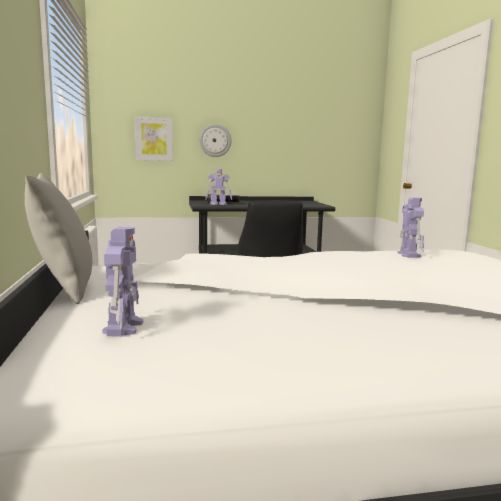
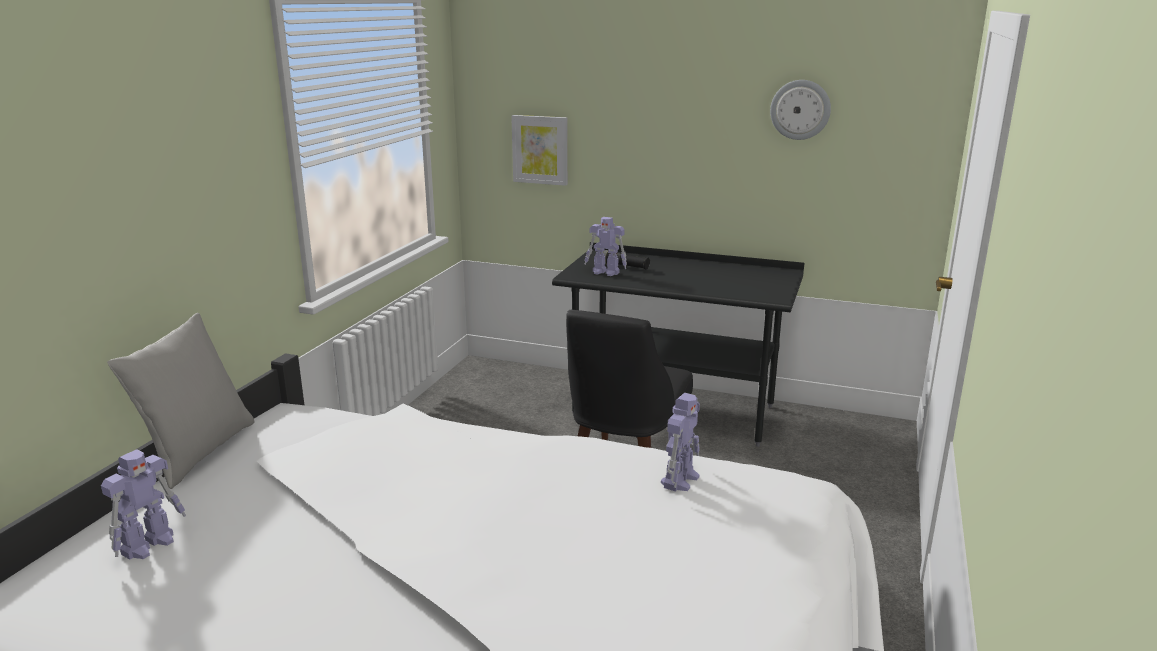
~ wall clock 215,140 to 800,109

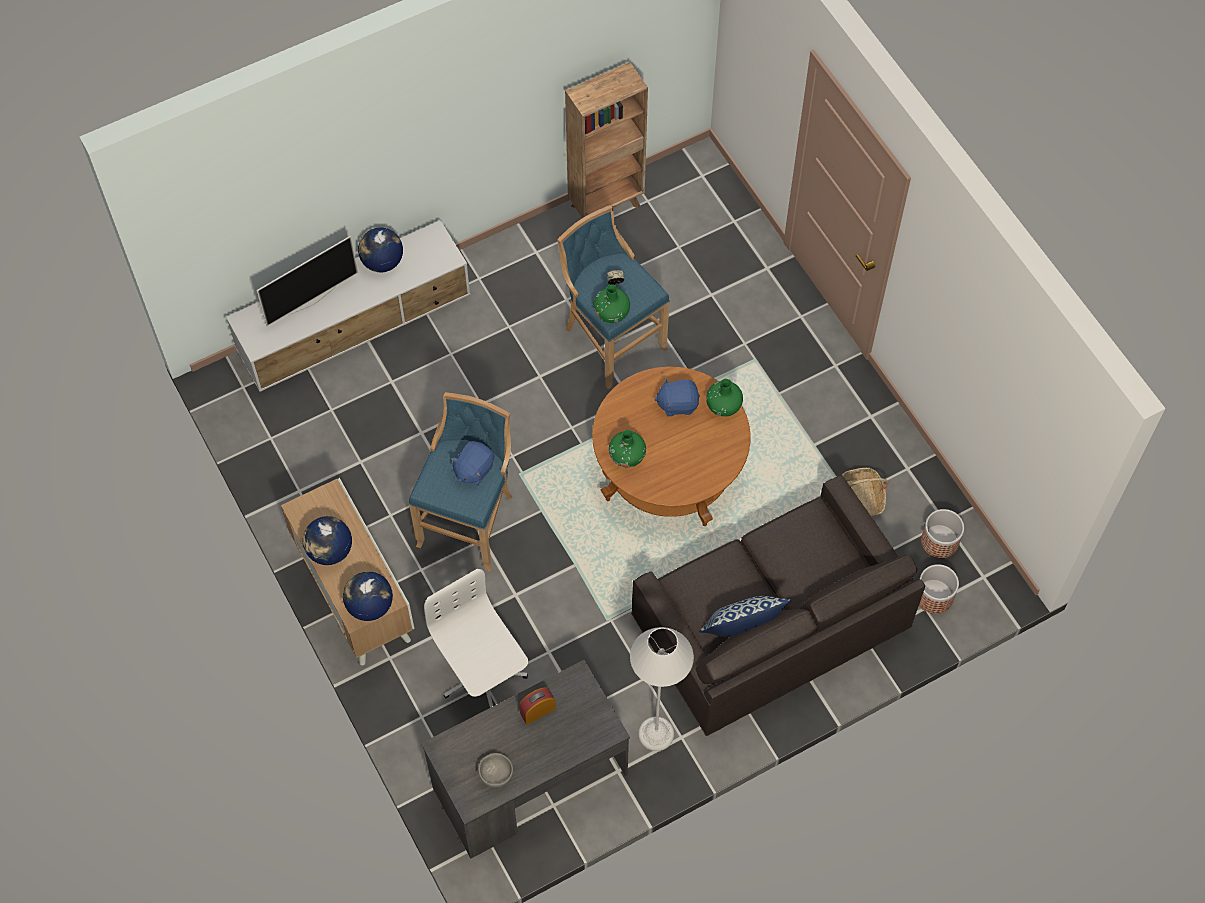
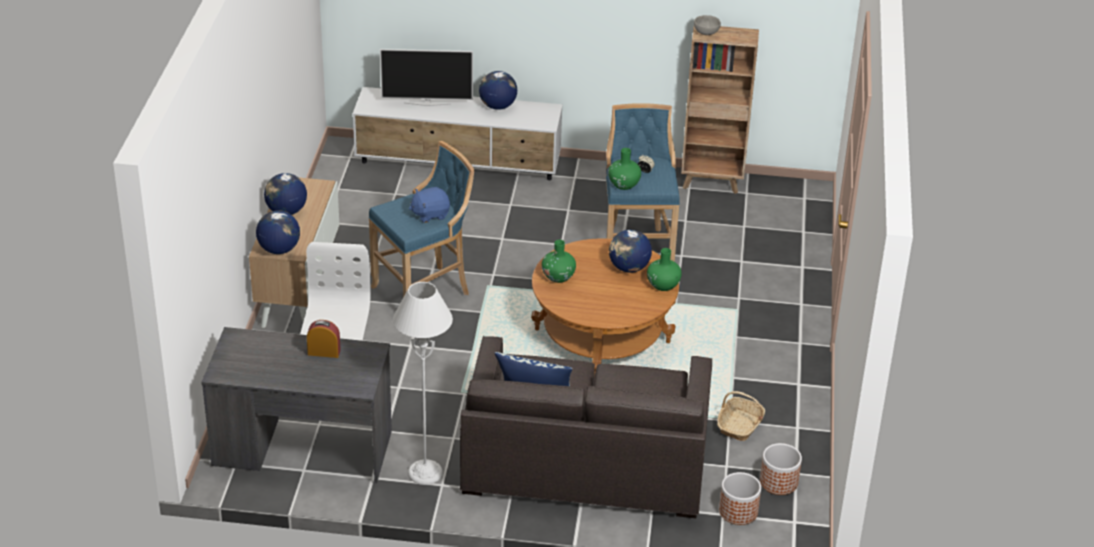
~ blue cuddly toy 677,404 to globe 629,268
~ greyish deep dish 495,775 to 705,32

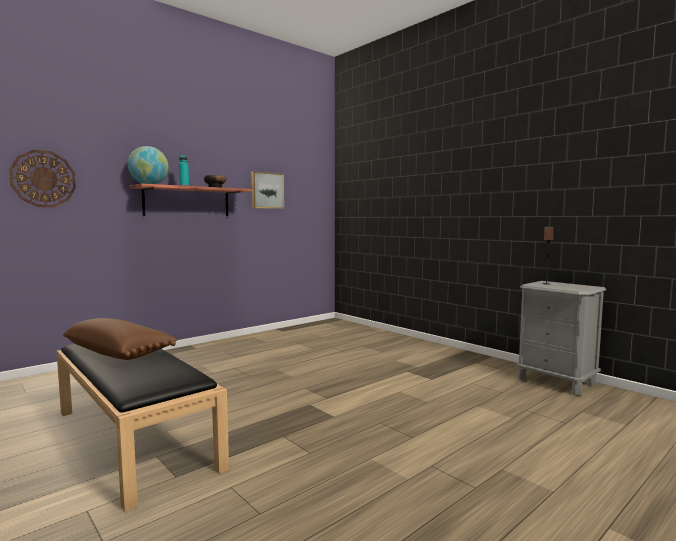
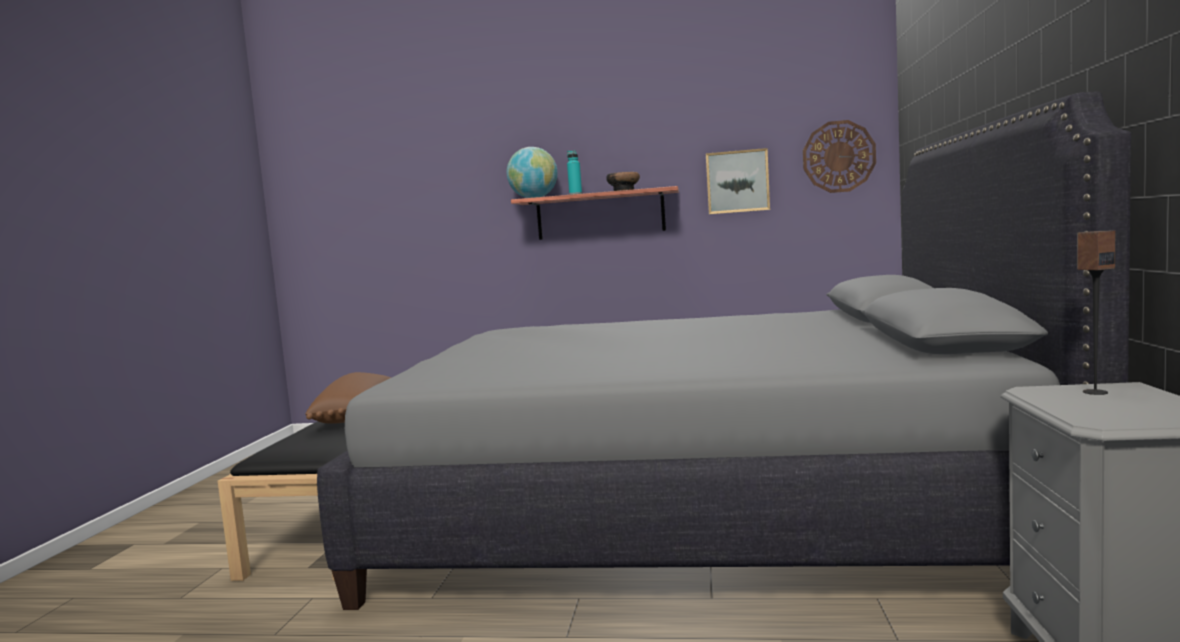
~ wall clock 43,179 to 838,156
+ greyish bedroom bed 697,510

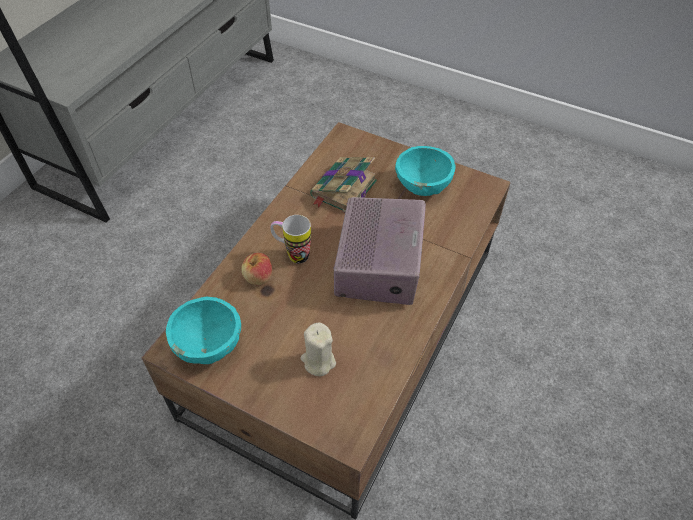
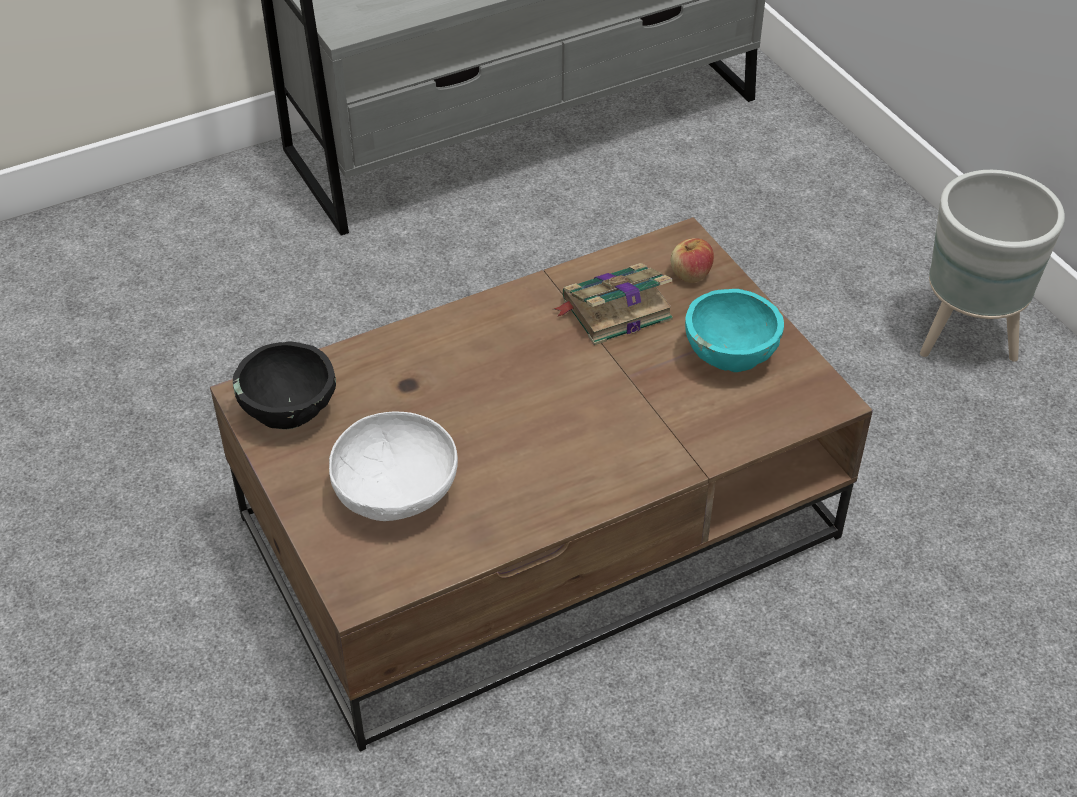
- radio set 379,263
- tea mug 292,254
~ whole apple 258,277 to 690,274
~ turquoise deep dish 208,345 to blackish deep dish 290,411
~ sand-coloured wax candle 318,361 to white deep dish 397,494
+ greyish planter 965,340

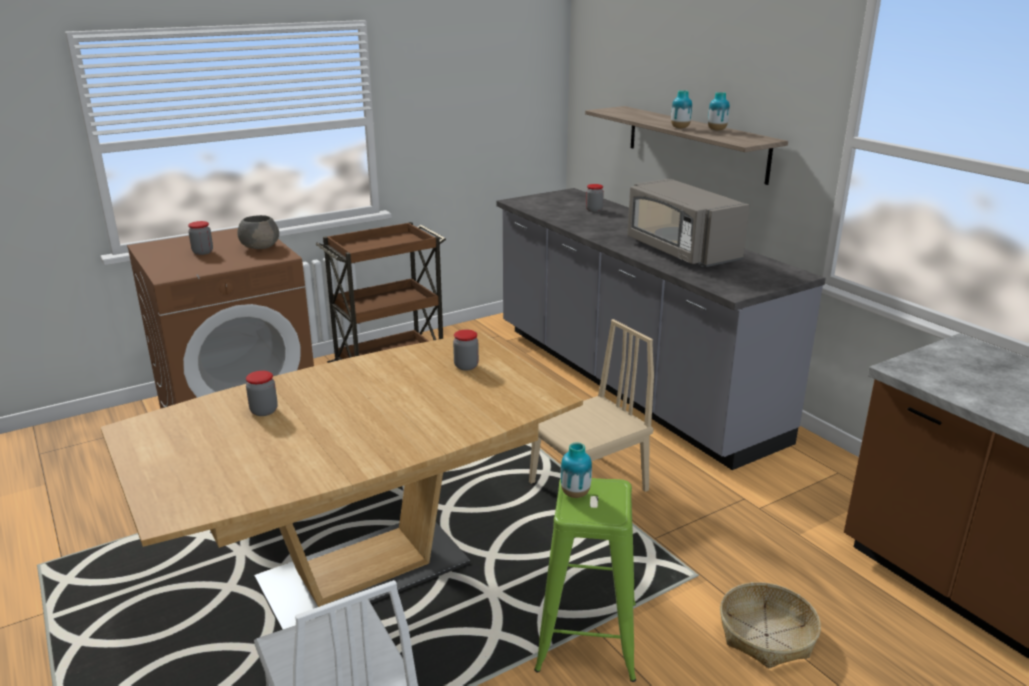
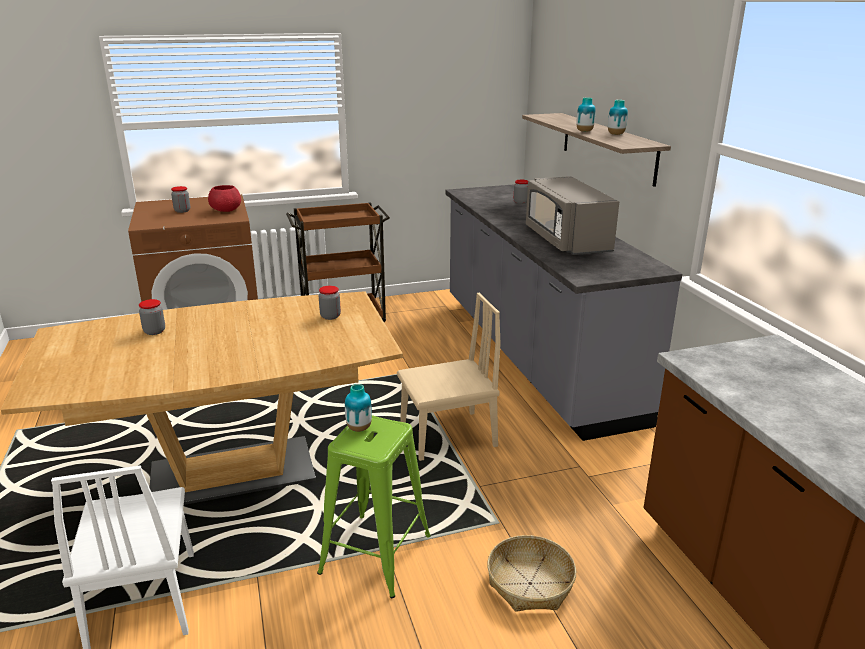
~ greyish deep dish 260,247 to red-coloured deep dish 226,210

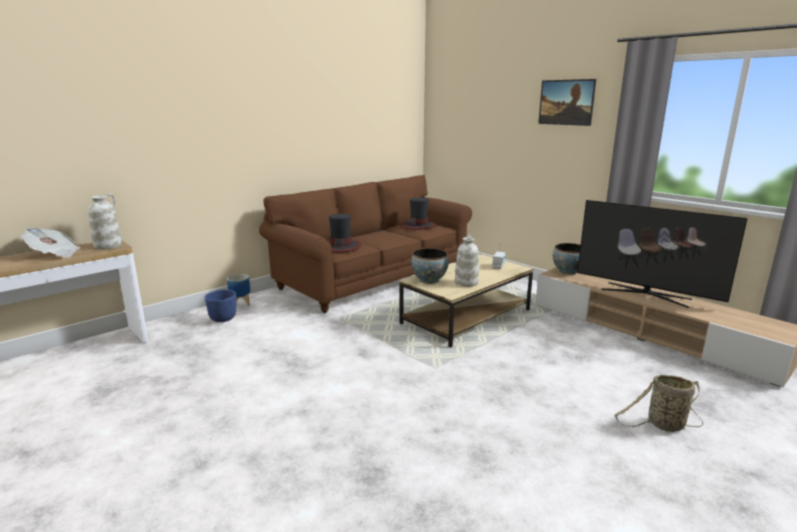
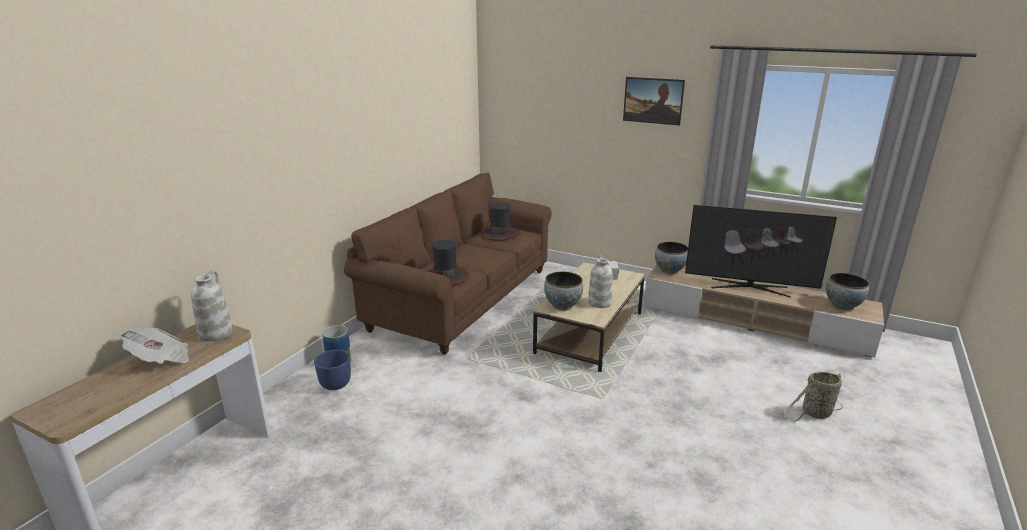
+ deep dish 842,306

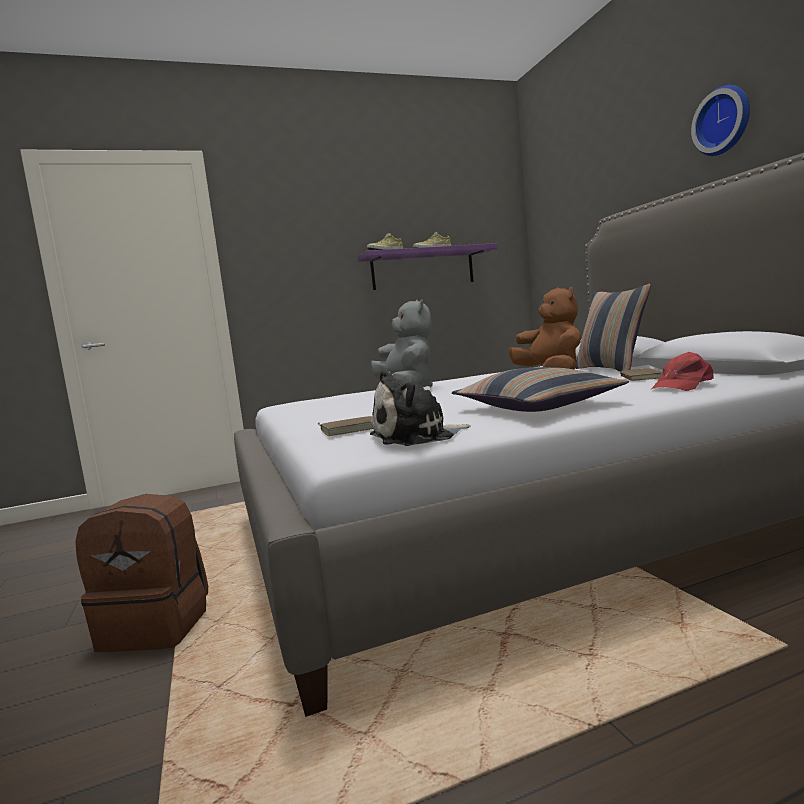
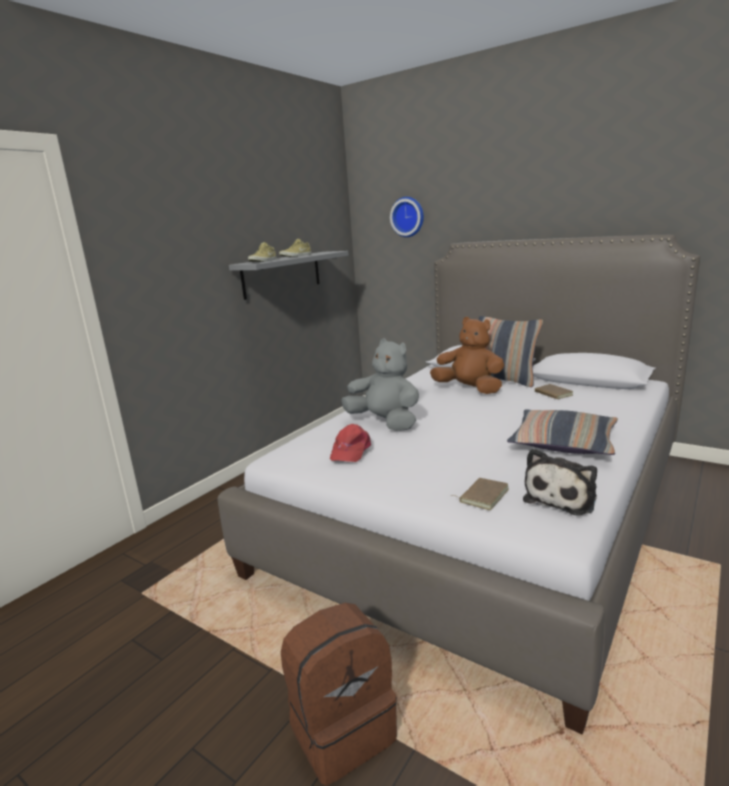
~ wall clock 724,121 to 408,217
~ purple bracket shelf 423,269 to greyish bracket shelf 282,274
~ red-coloured cap 682,386 to 350,451

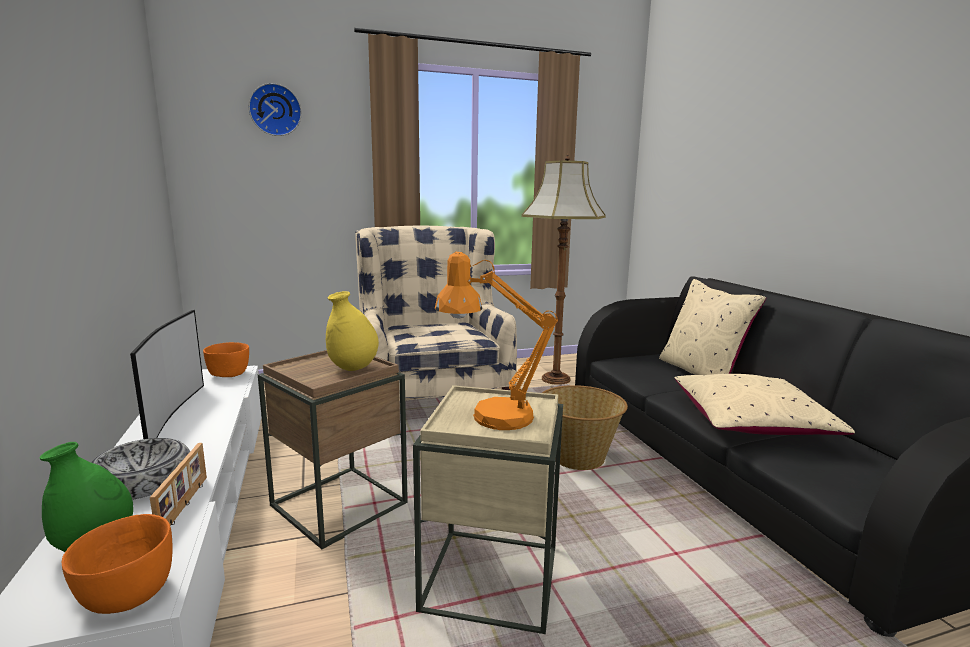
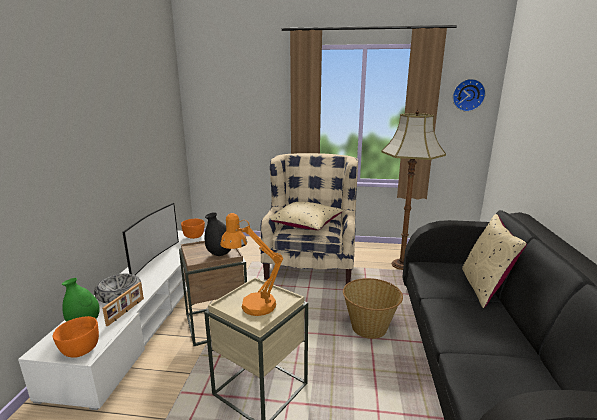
~ wall clock 275,110 to 468,95
~ yellow-coloured vase 353,368 to blackish vase 220,254
~ sand-coloured cushion 750,423 to 306,224

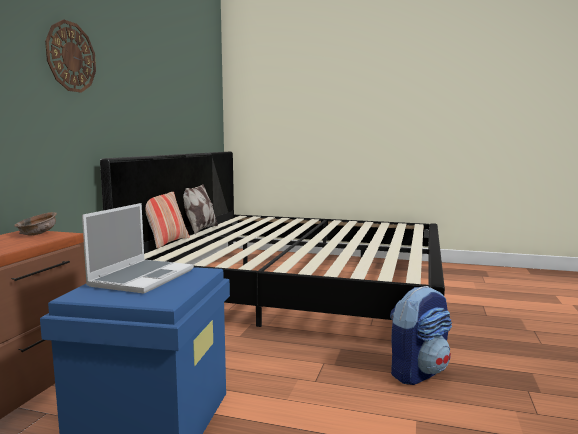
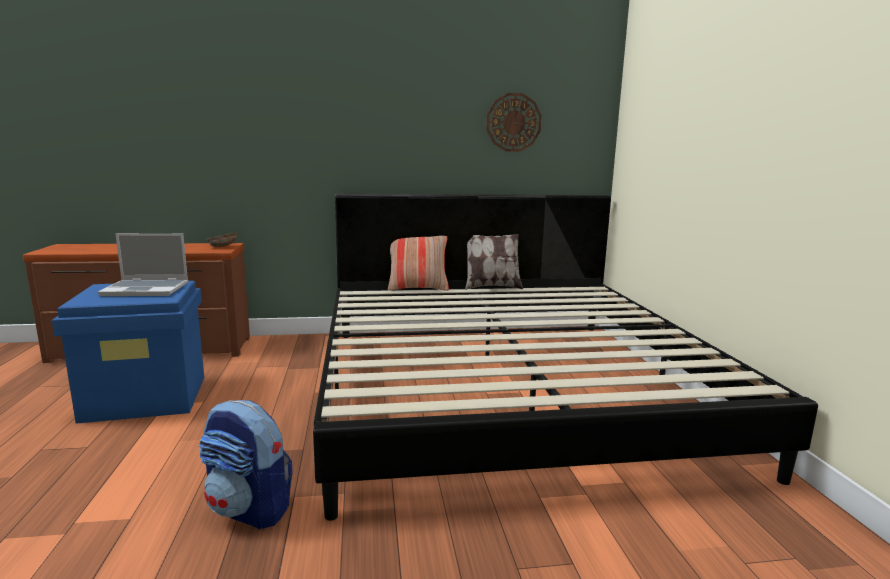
~ wall clock 71,57 to 513,122

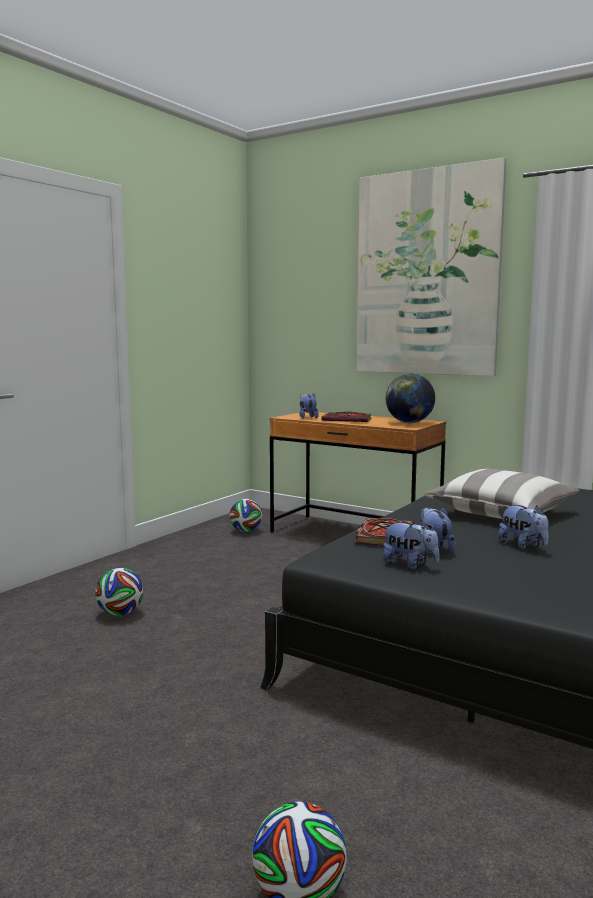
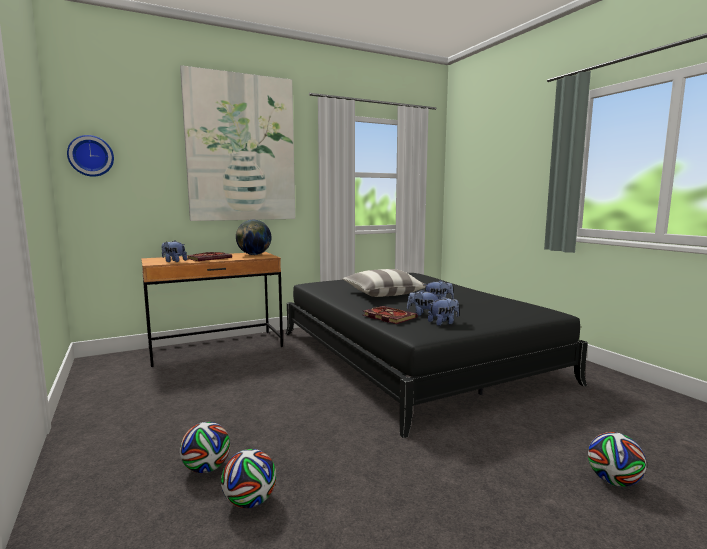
~ football ball 246,531 to 250,501
+ wall clock 91,156

